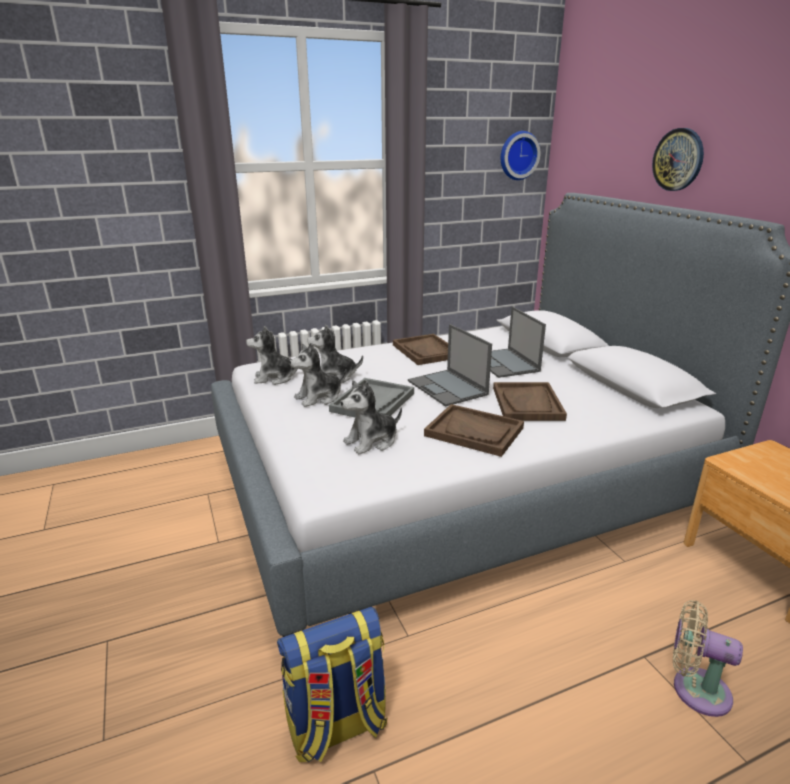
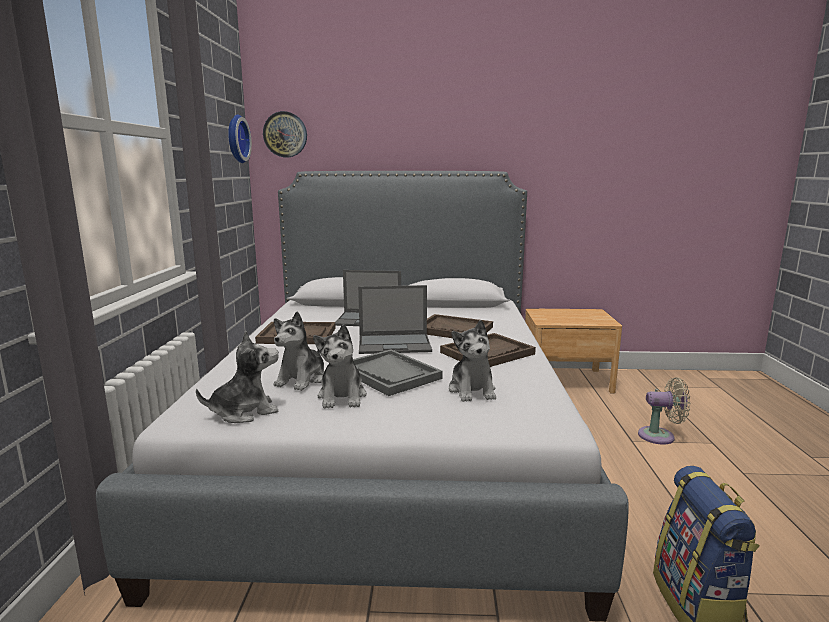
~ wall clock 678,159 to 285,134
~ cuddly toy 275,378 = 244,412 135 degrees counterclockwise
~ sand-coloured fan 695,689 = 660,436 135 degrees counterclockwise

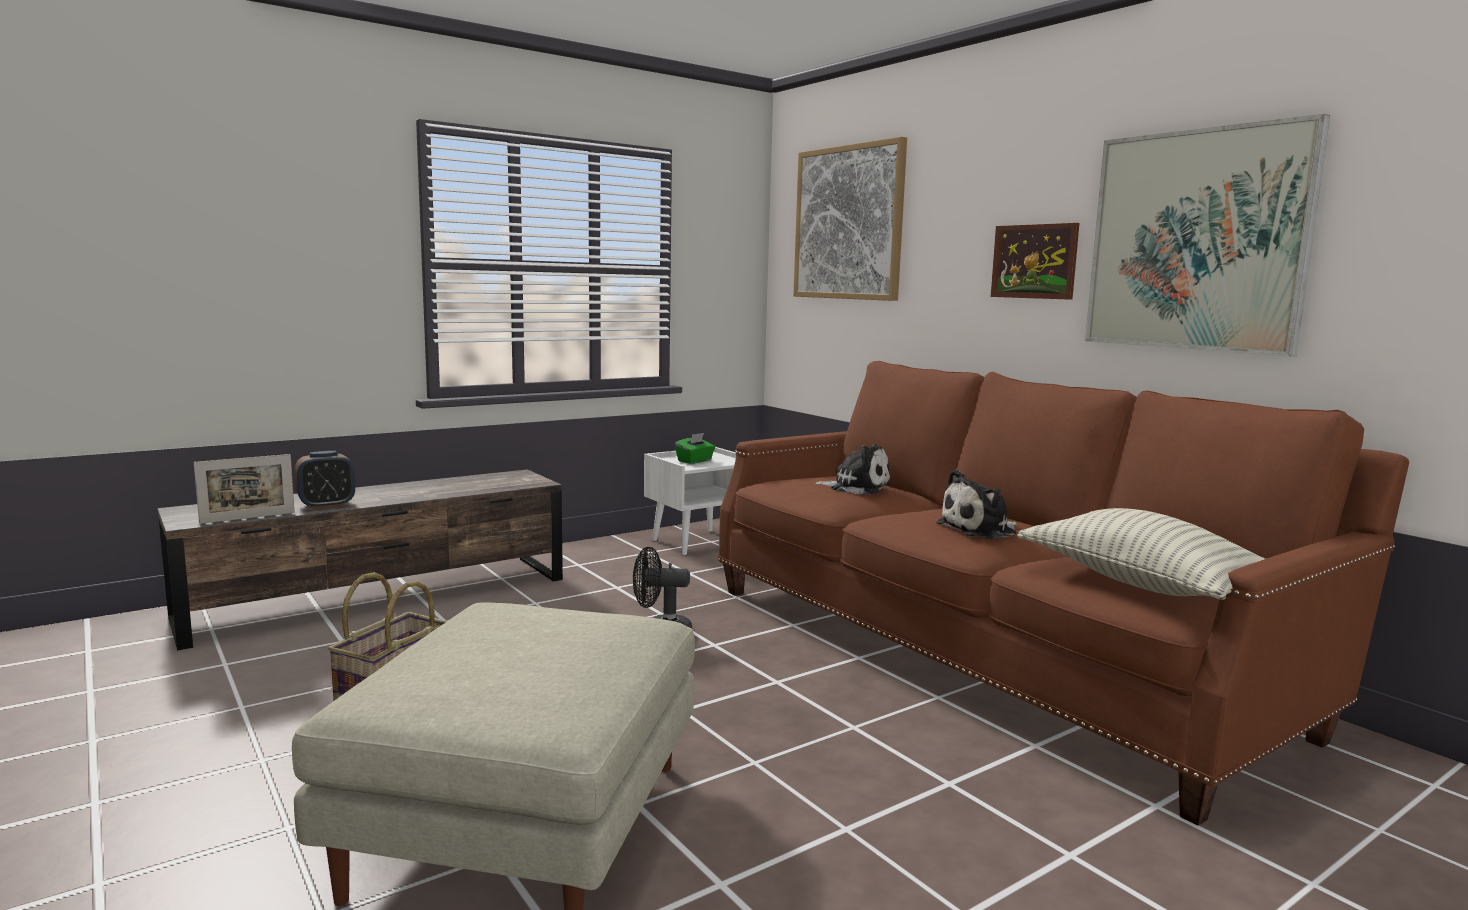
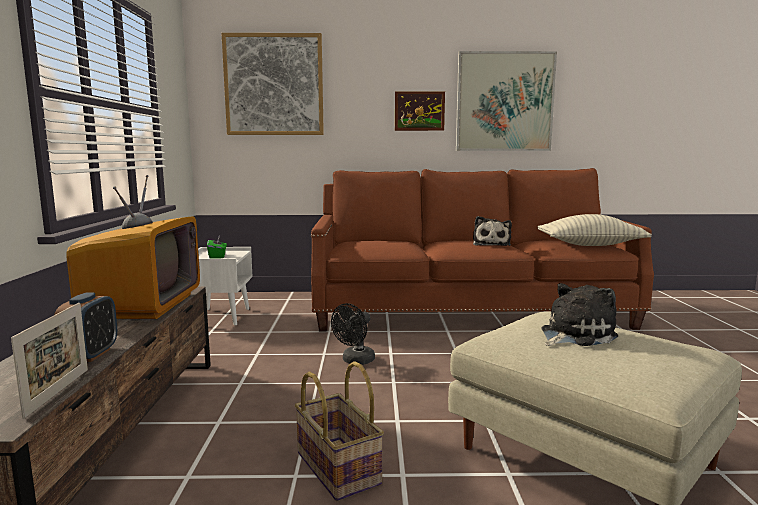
~ cuddly toy 856,487 to 574,335
+ TV 143,306

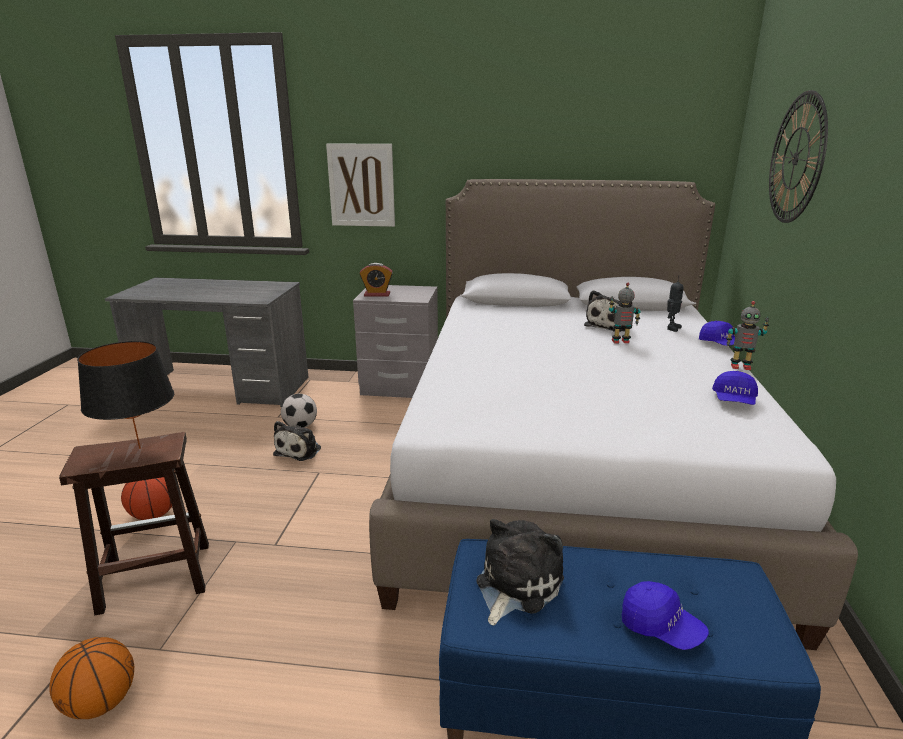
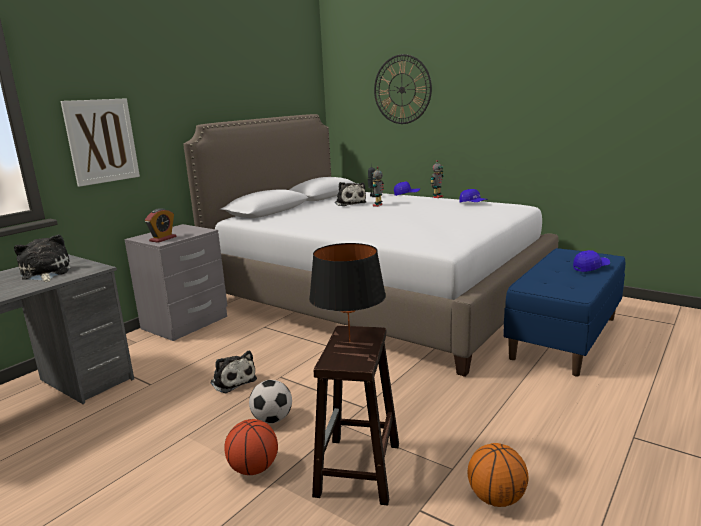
~ football ball 300,426 to 272,419
~ cuddly toy 515,584 to 45,273

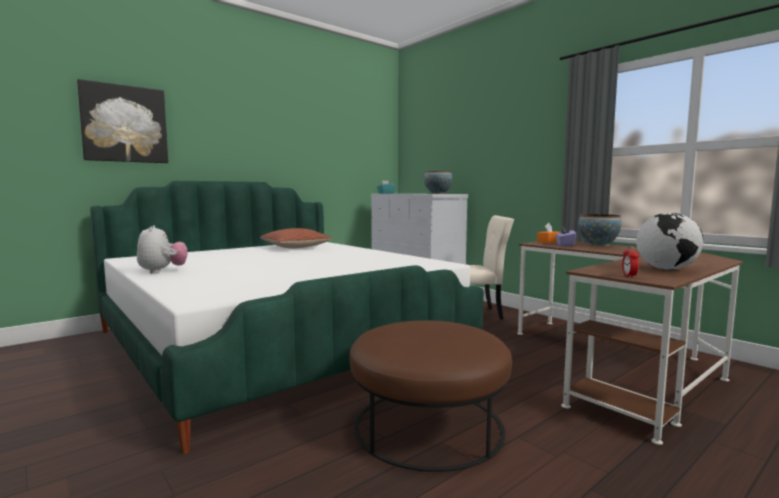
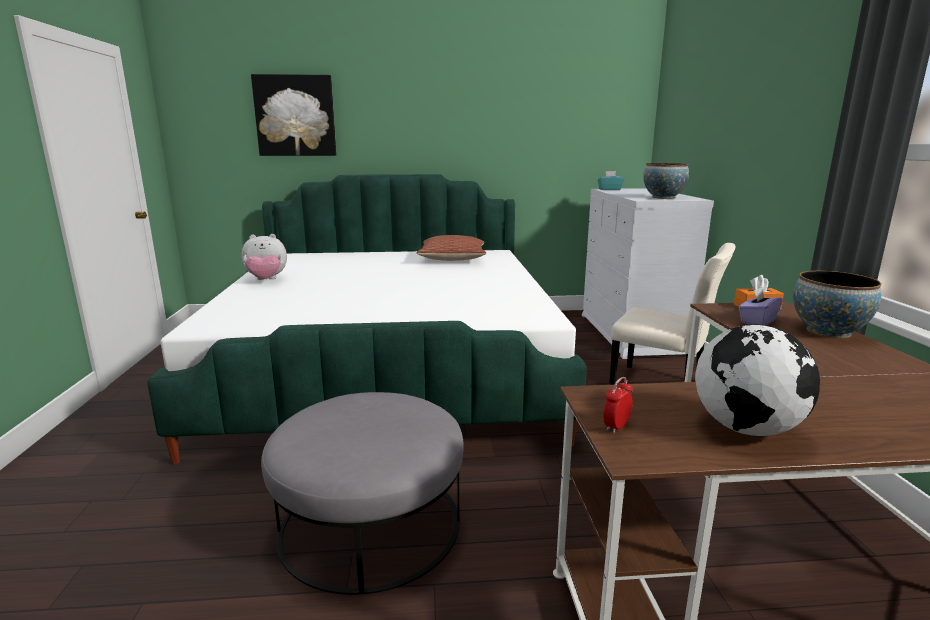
~ cuddly toy 162,271 = 266,280 60 degrees clockwise
~ brown-coloured ottoman 428,425 to greyish ottoman 370,523

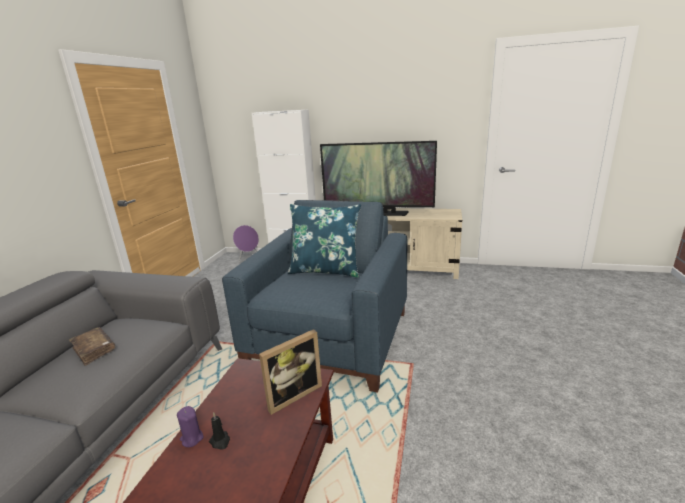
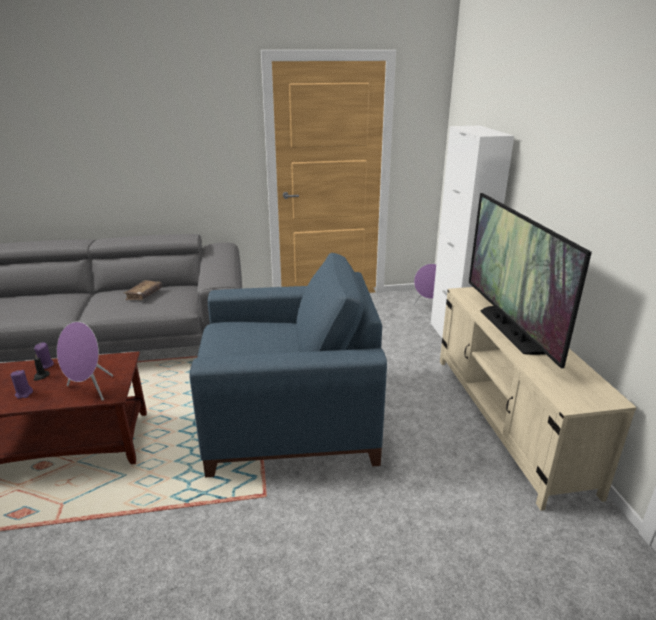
- blue cushion 325,270
~ picture frame 292,394 to purple loudspeaker 90,390
+ purple wax candle 24,393

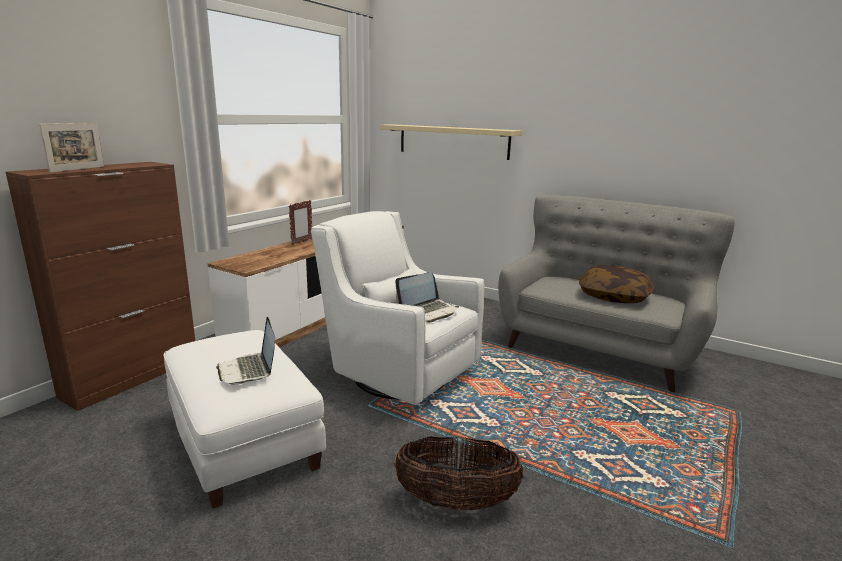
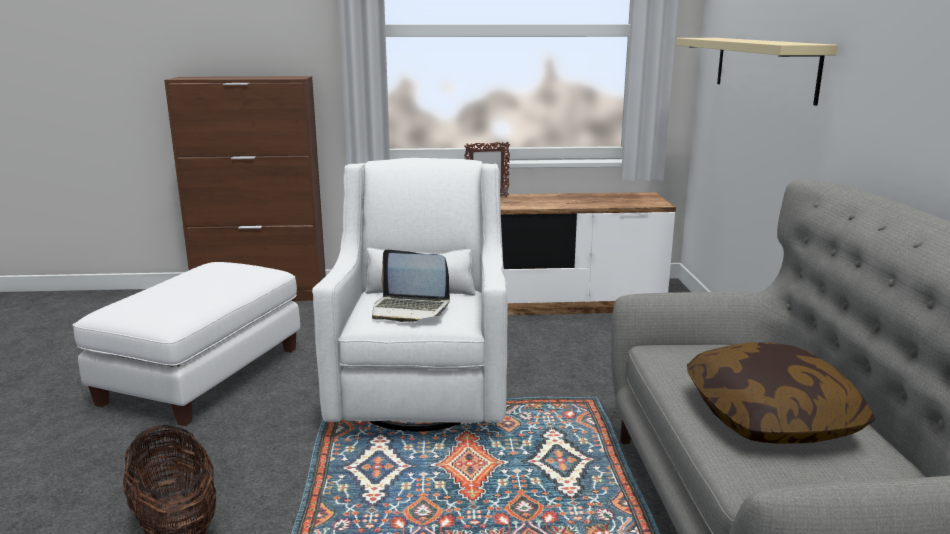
- picture frame 78,169
- laptop 249,370

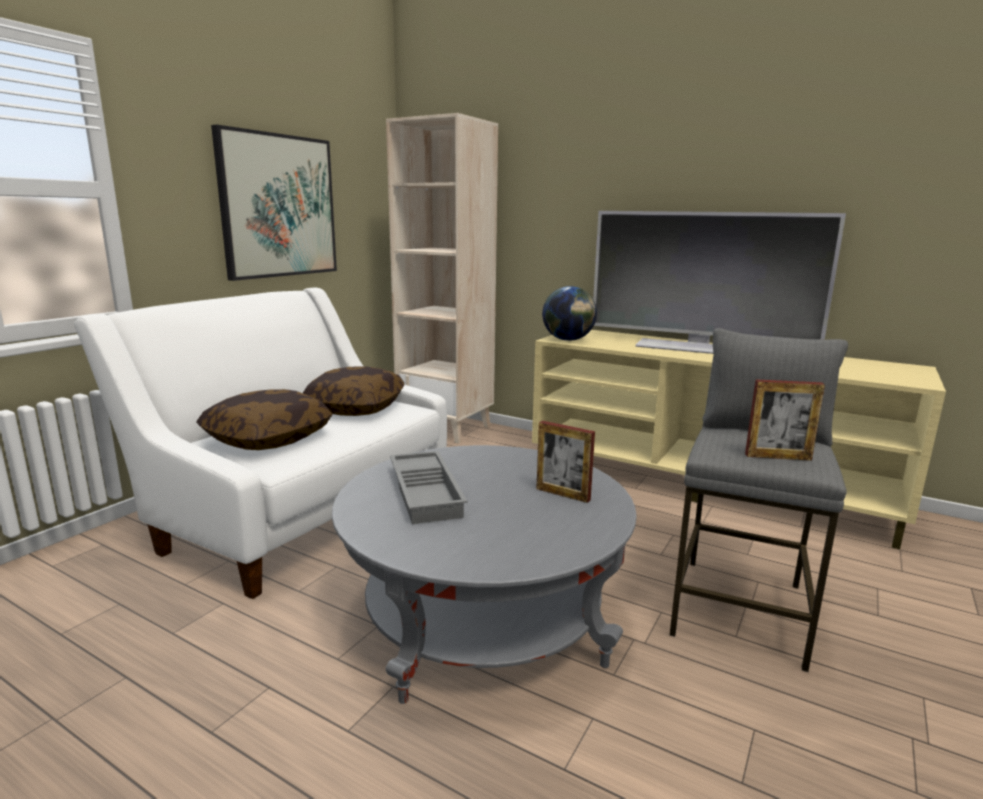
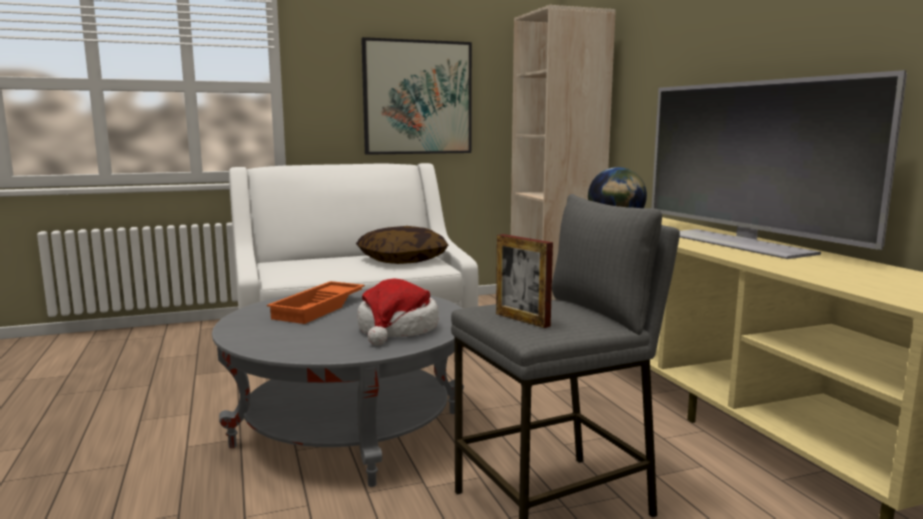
- cushion 268,438
~ picture frame 563,494 to clothing hat 397,330
~ greyish serving tray 427,493 to orangey serving tray 319,308

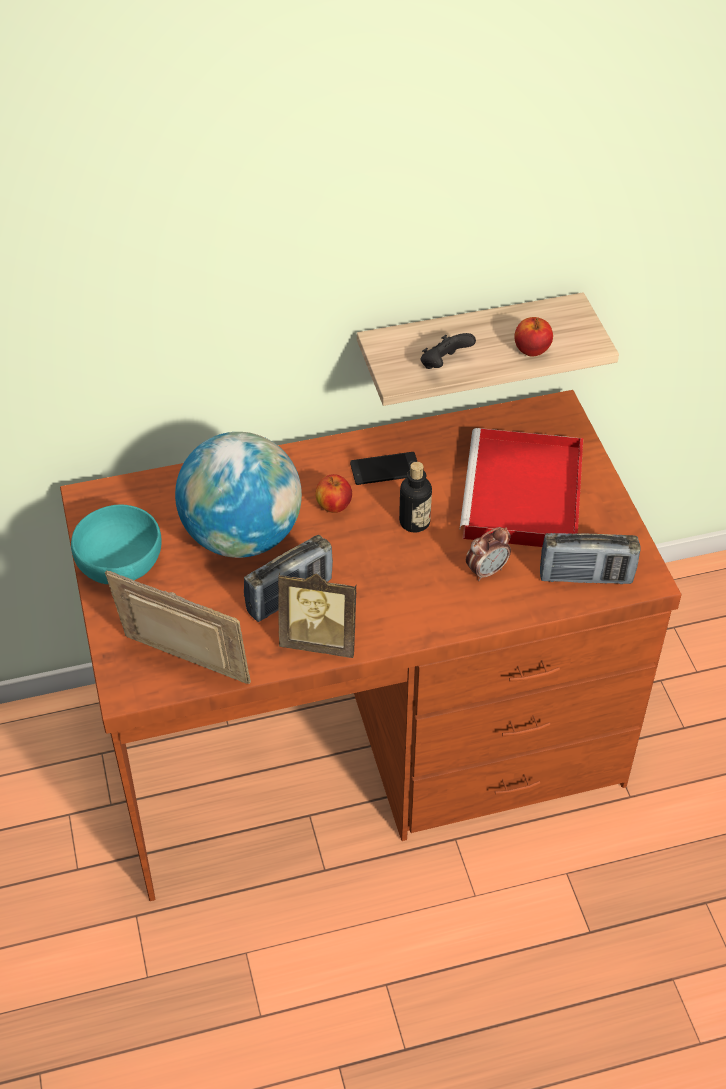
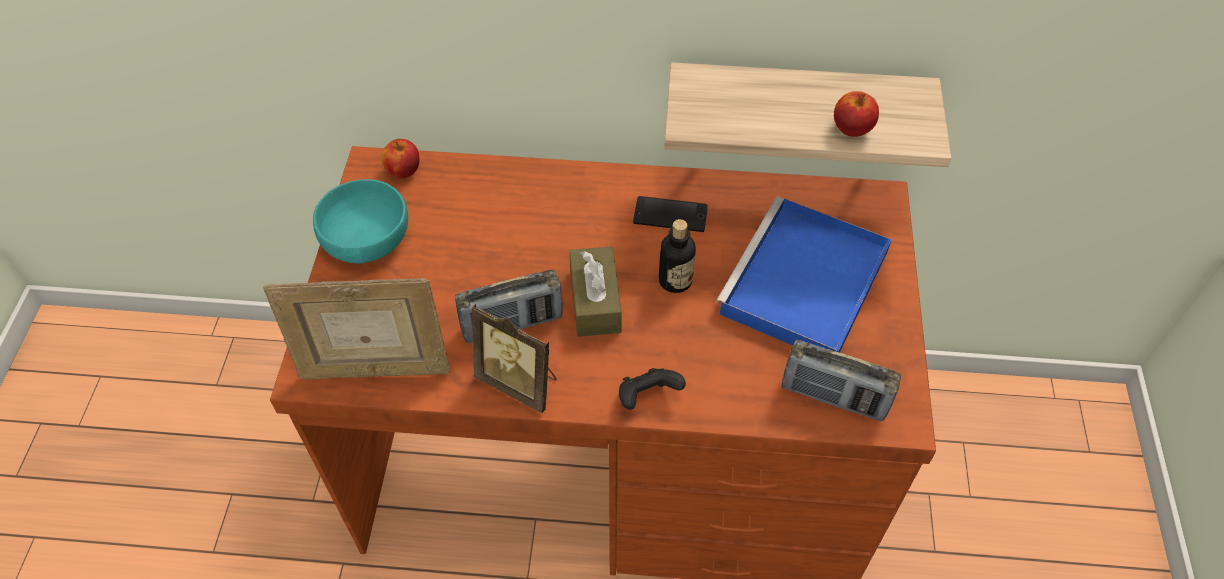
~ blackish gamepad 444,364 to 647,397
~ red-coloured serving tray 524,496 to blue serving tray 804,285
- globe 242,536
~ whole apple 334,506 to 403,171
- bedside clock 487,571
~ picture frame 185,667 = 374,369 135 degrees clockwise
+ brown-coloured box of tissues 595,301

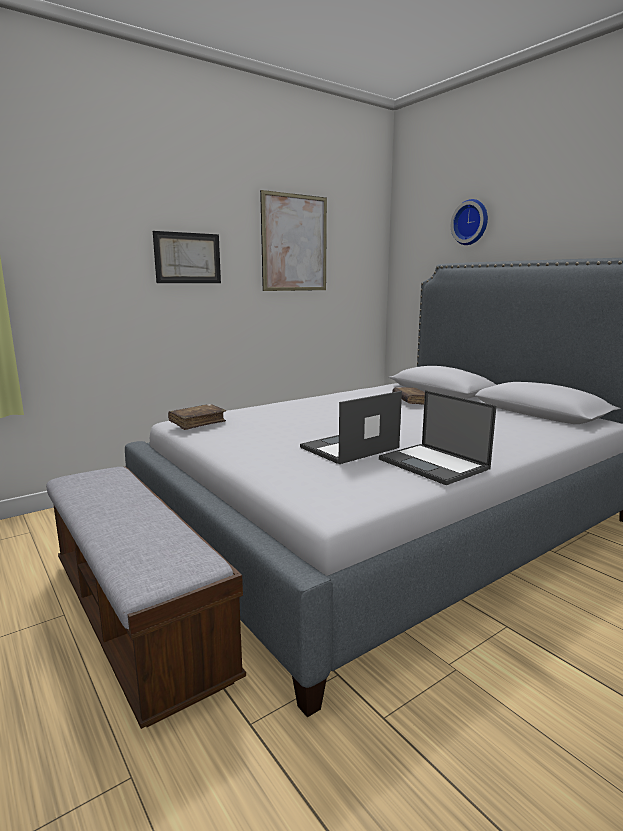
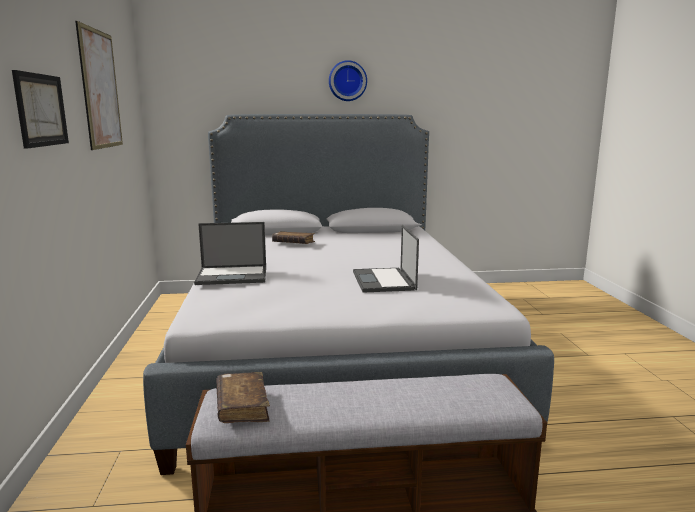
~ wall clock 471,222 to 347,81
~ laptop 434,464 to 233,275
~ brown-coloured volume 197,422 to 242,406

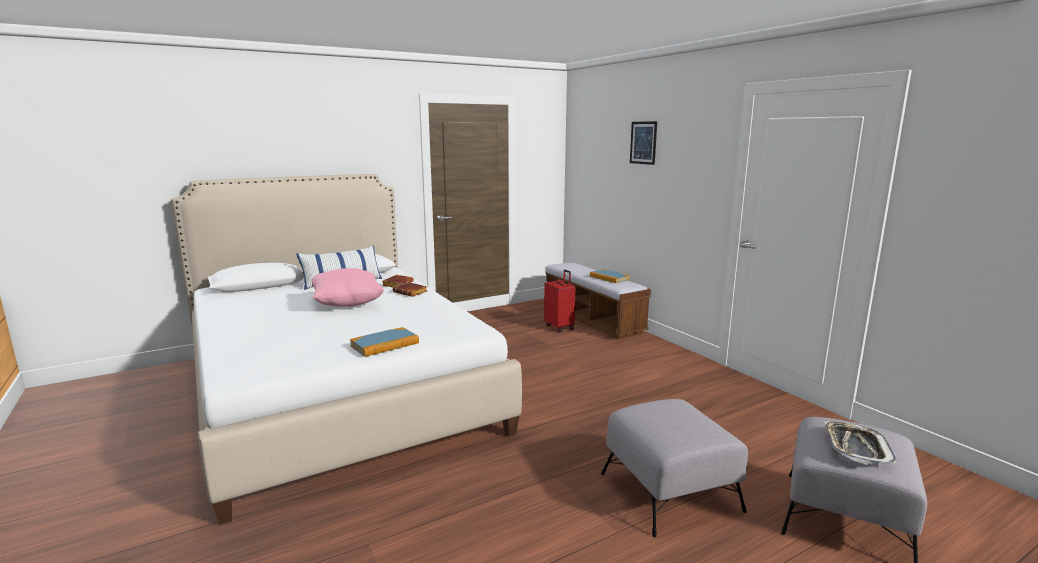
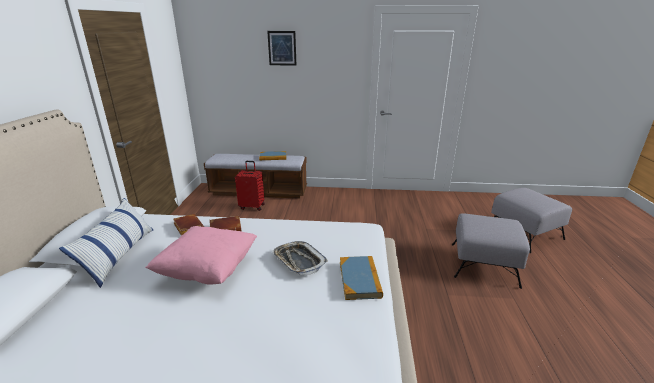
~ serving tray 856,447 to 299,261

